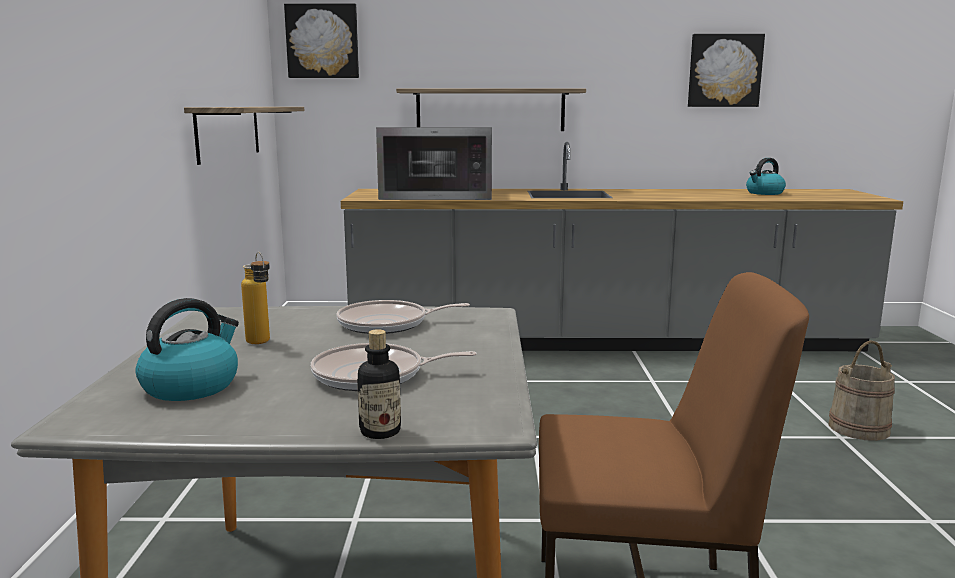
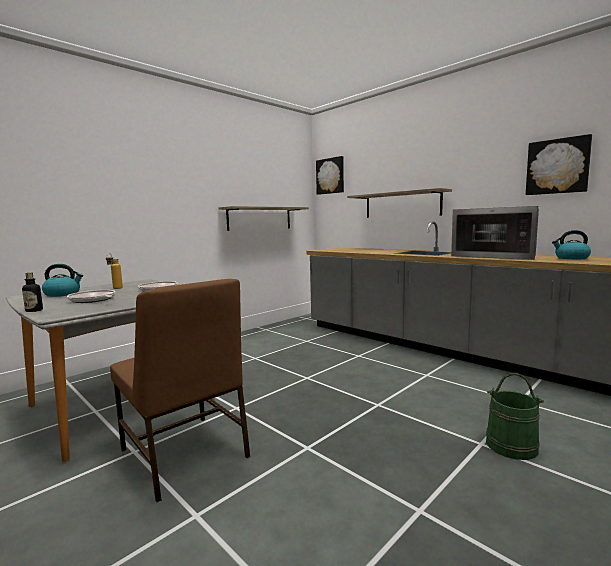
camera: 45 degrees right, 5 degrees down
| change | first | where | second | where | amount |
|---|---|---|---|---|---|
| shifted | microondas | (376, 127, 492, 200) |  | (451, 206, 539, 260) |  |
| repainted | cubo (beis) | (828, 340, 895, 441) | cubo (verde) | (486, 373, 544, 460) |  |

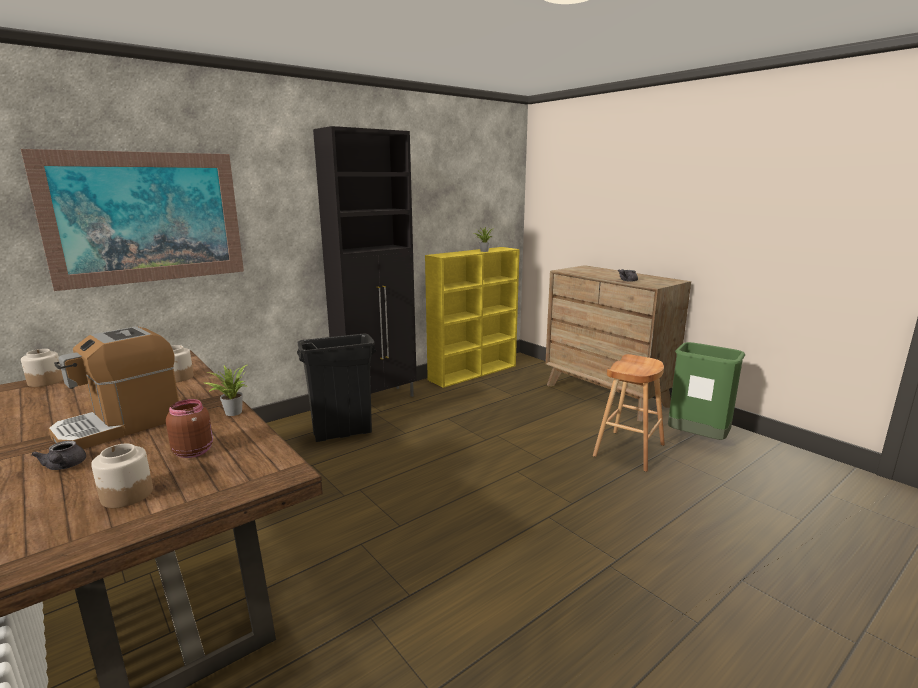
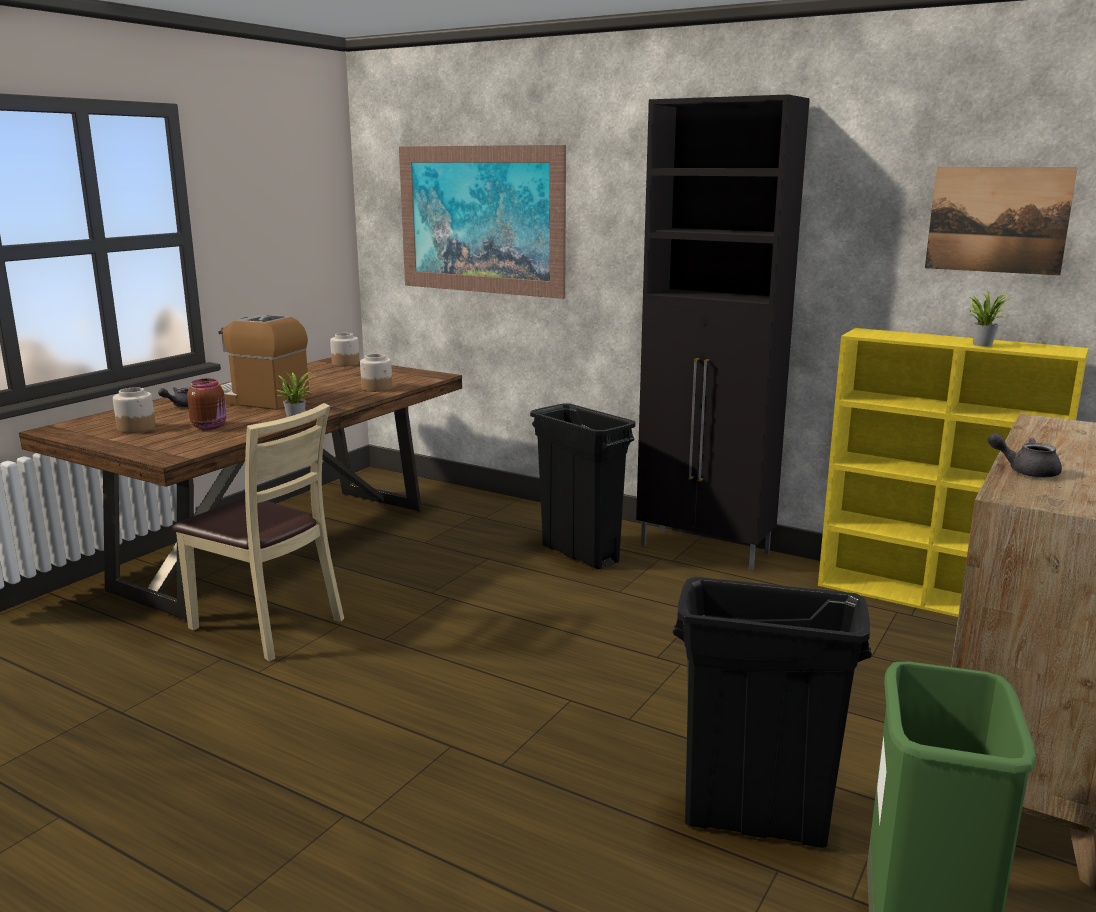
camera: 70 degrees right, 0 degrees up
| change | first | where | second | where | amount |
|---|---|---|---|---|---|
| new |  |  | silla (beis) | (172, 403, 344, 661) |  |
| new |  |  | cuadro | (925, 167, 1078, 276) |  |
| swapped | taburete (marrón) | (593, 354, 665, 472) | papelera (negro) | (673, 577, 872, 848) |  |

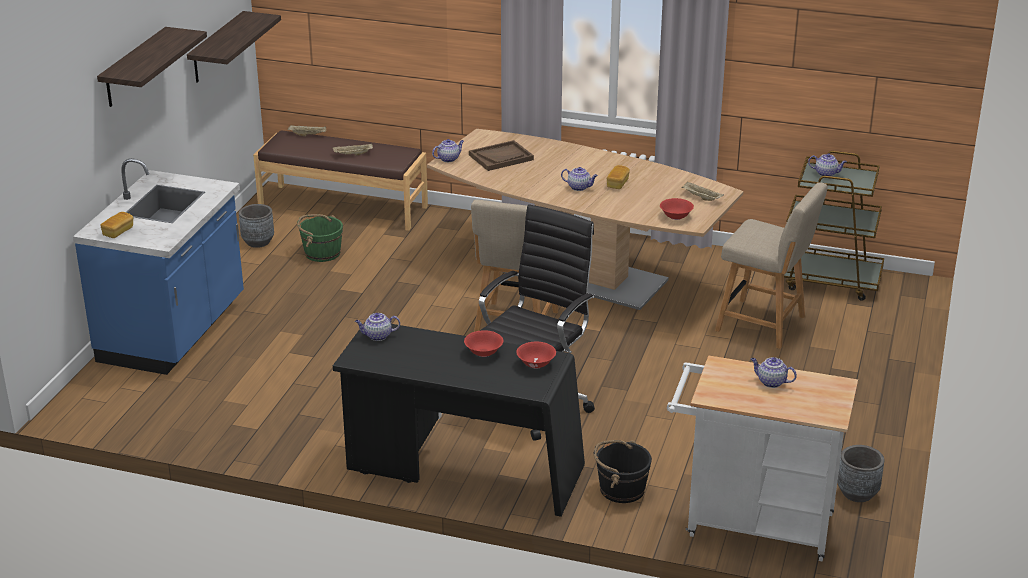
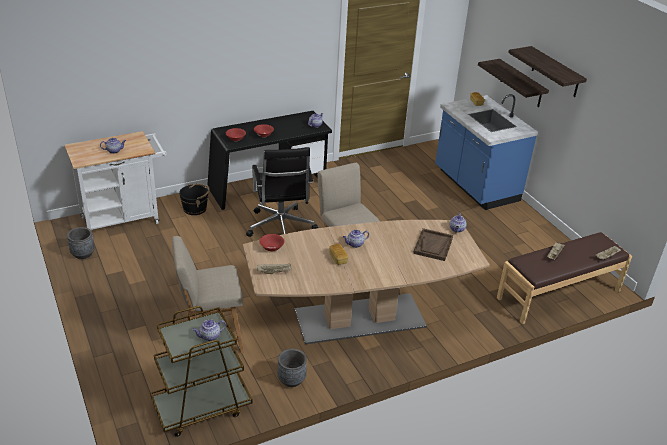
camera: 135 degrees right, 5 degrees up
| change | first | where | second | where | amount |
|---|---|---|---|---|---|
| gone | cubo (verde) | (297, 214, 343, 262) |  |  |  |
| shifted | estante | (187, 11, 281, 83) |  | (478, 59, 549, 107) |  |
| shifted | maceta (gris) | (239, 204, 274, 248) |  | (278, 349, 307, 387) |  |

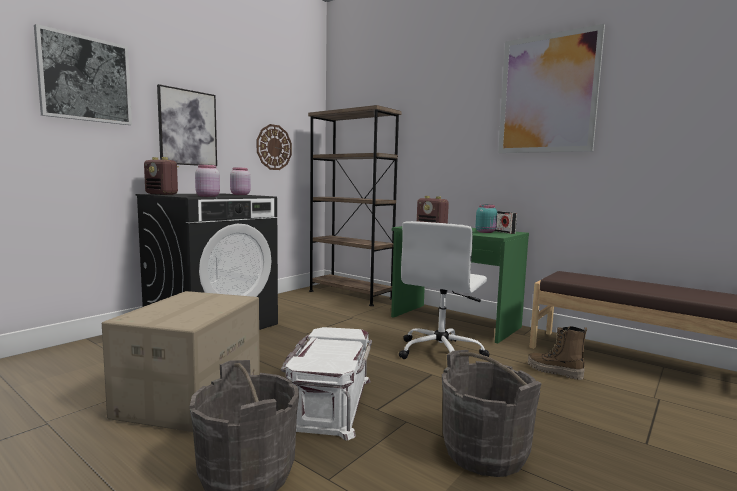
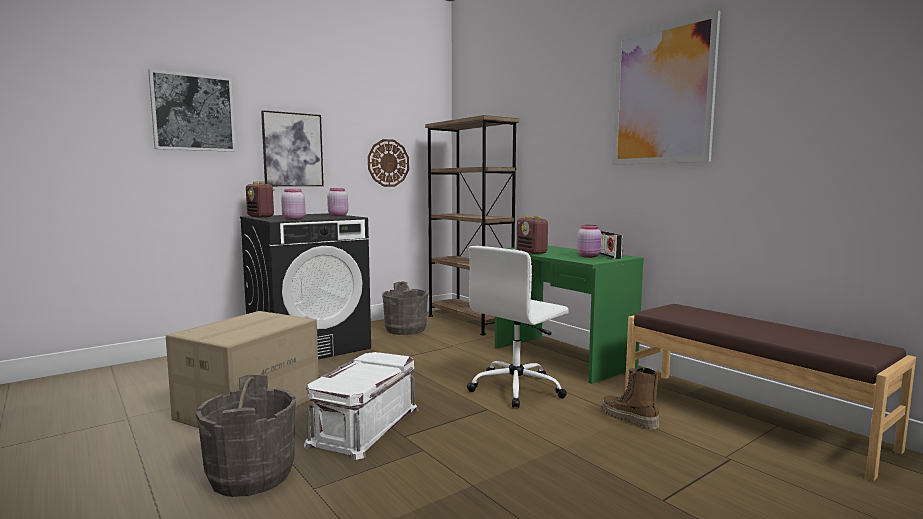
camera: 15 degrees right, 0 degrees up
| change | first | where | second | where | amount |
|---|---|---|---|---|---|
| shifted | cubo (gris) | (442, 350, 542, 477) |  | (382, 281, 428, 335) |  |
| repainted | tarro (turquesa) | (476, 204, 497, 233) | tarro (rosa) | (577, 225, 601, 258) |  |

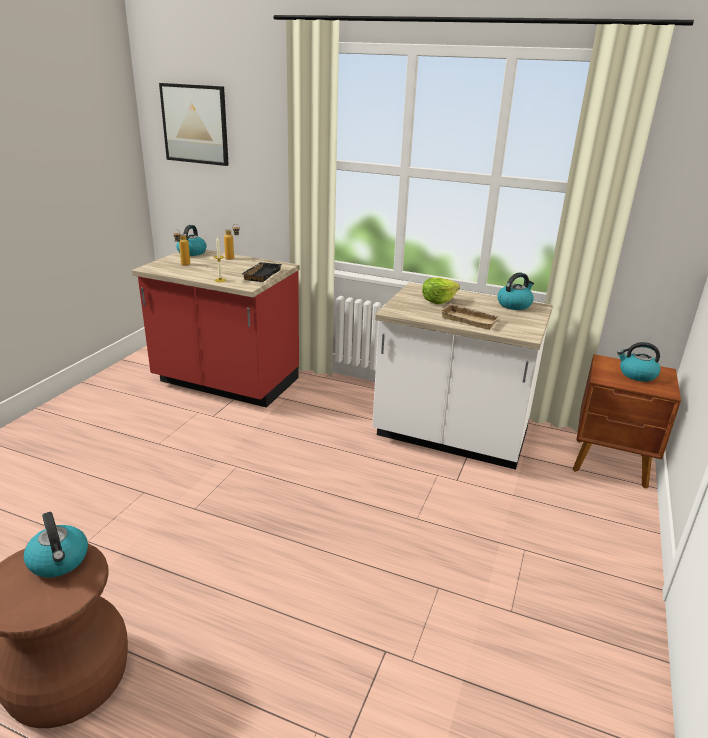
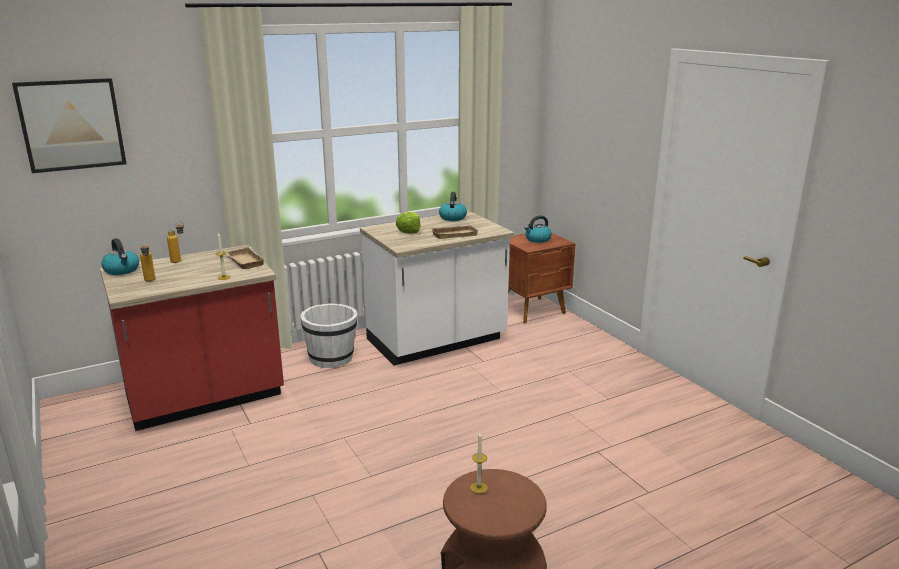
camera: 50 degrees left, 5 degrees down
| change | first | where | second | where | amount |
|---|---|---|---|---|---|
| new |  |  | cubo (blanco) | (300, 303, 358, 368) |  |
| swapped | hervidor | (24, 512, 88, 578) | vela | (470, 432, 488, 494) |  |
| repainted | bandeja (negro) | (242, 262, 282, 282) | bandeja (beis) | (227, 247, 266, 269) |  |

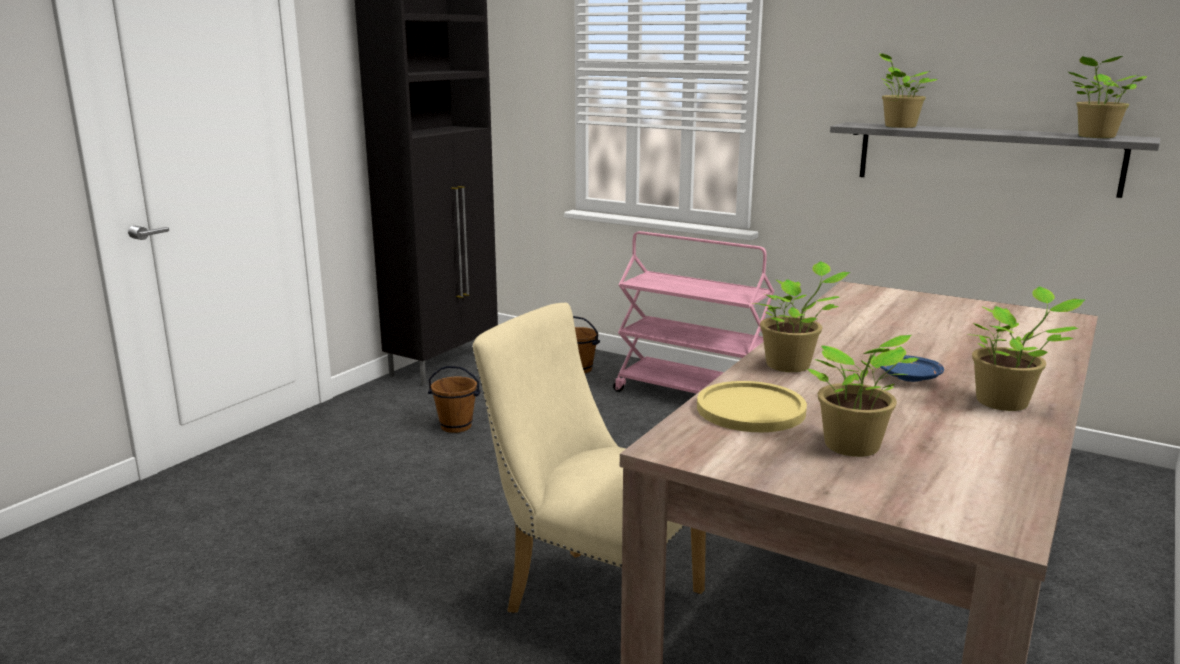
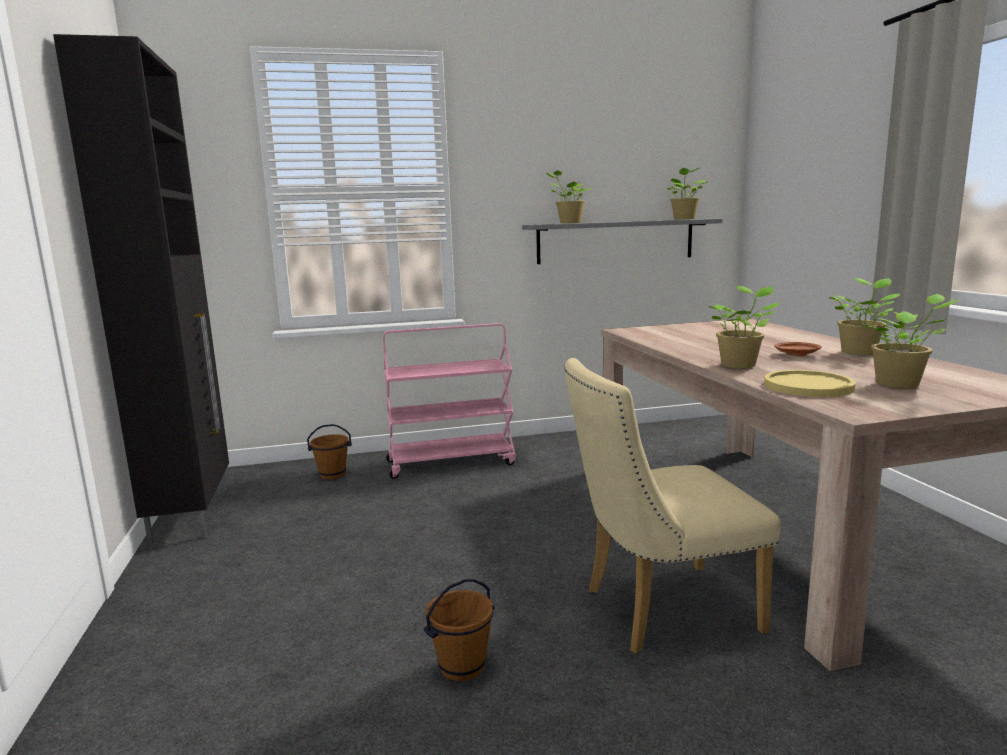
camera: 45 degrees left, 5 degrees down
| change | first | where | second | where | amount |
|---|---|---|---|---|---|
| shifted | cubo (marrón) | (428, 366, 481, 433) |  | (423, 579, 495, 682) |  |
| repainted | plato (azul) | (880, 355, 944, 382) | plato (marrón) | (774, 342, 822, 356) |  |

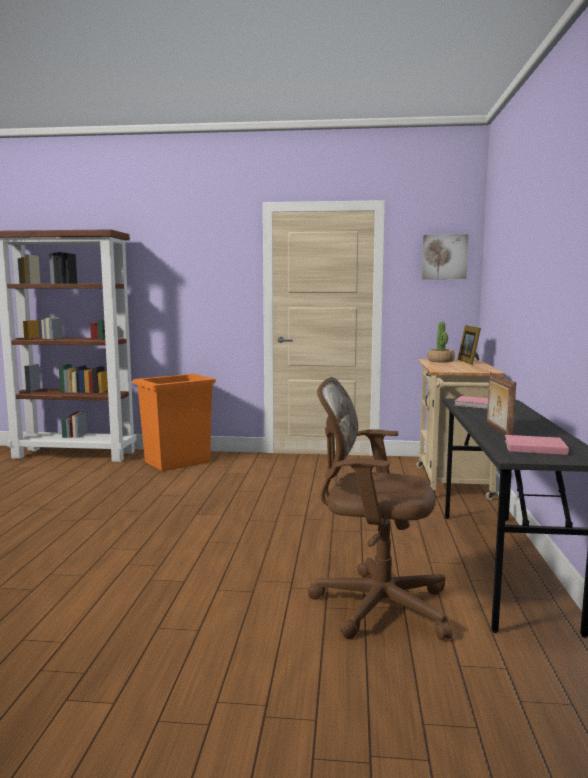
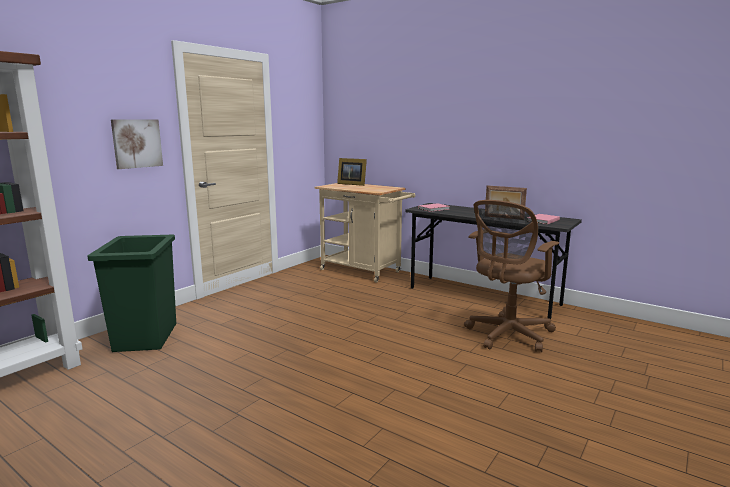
camera: 60 degrees left, 5 degrees up
| change | first | where | second | where | amount |
|---|---|---|---|---|---|
| gone | planta en maceta | (428, 321, 455, 363) |  |  |  |
| shifted | cuadro | (422, 234, 468, 279) |  | (111, 120, 163, 169) |  |
| repainted | papelera (naranja) | (133, 374, 216, 471) | papelera (verde) | (87, 235, 176, 352) |  |

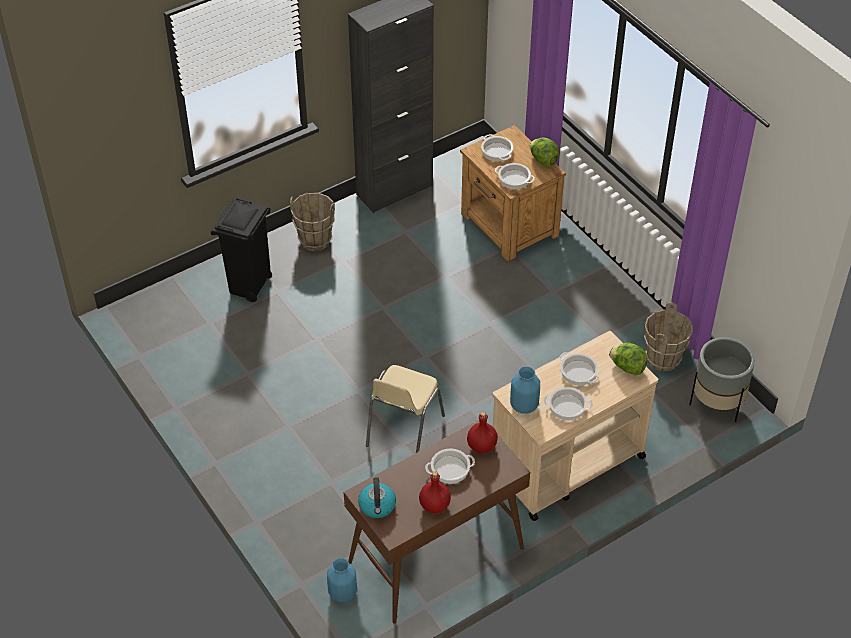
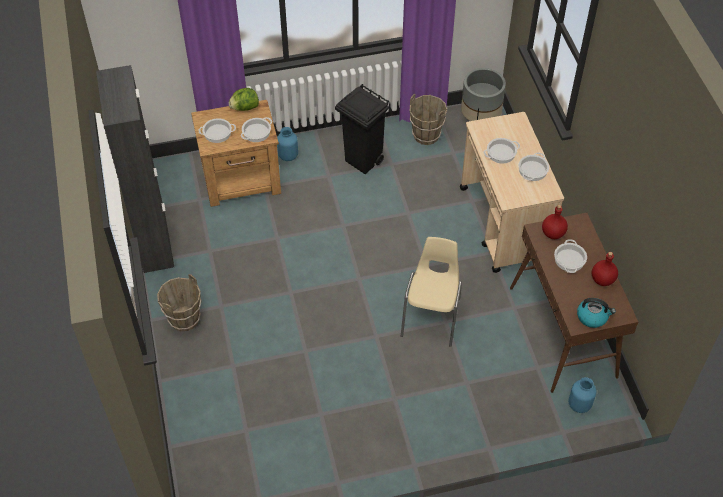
camera: 70 degrees left, 5 degrees up
| change | first | where | second | where | amount |
|---|---|---|---|---|---|
| gone | lechuga | (609, 343, 648, 375) |  |  |  |
| shifted | papelera (negro) | (211, 198, 272, 302) |  | (335, 84, 389, 174) |  |
| shifted | florero (azul) | (510, 366, 540, 414) |  | (277, 127, 298, 161) |  |
| rotated | silla (beis) | (366, 365, 445, 453) |  | (401, 237, 462, 347) | 120 degrees counterclockwise |

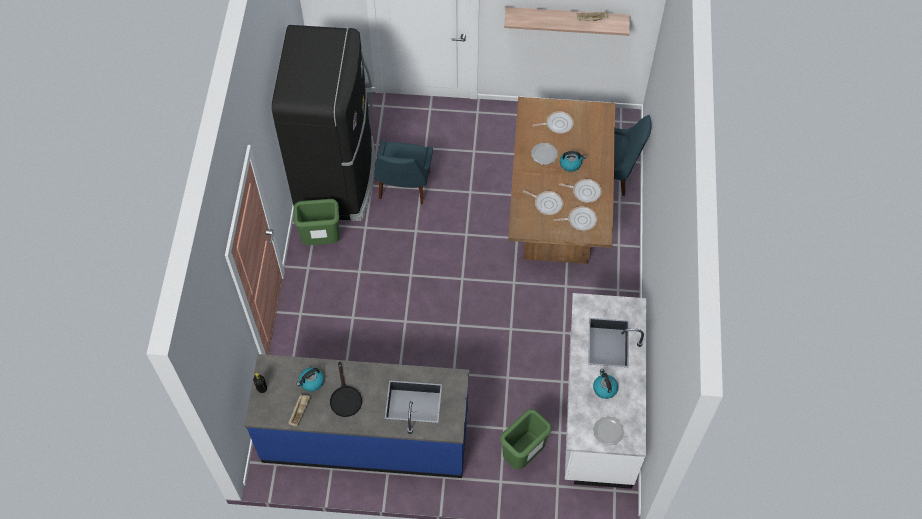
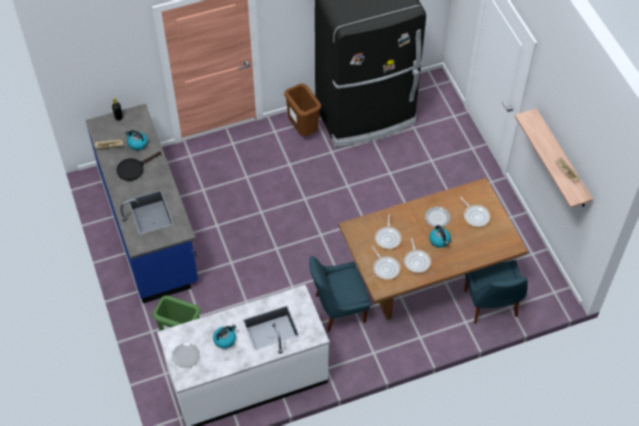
camera: 65 degrees right, 5 degrees down
| change | first | where | second | where | amount |
|---|---|---|---|---|---|
| shifted | silla (azul) | (374, 141, 433, 205) |  | (309, 256, 370, 332) |  |
| repainted | papelera (verde) | (293, 199, 340, 245) | papelera (marrón) | (284, 84, 321, 136) |  |

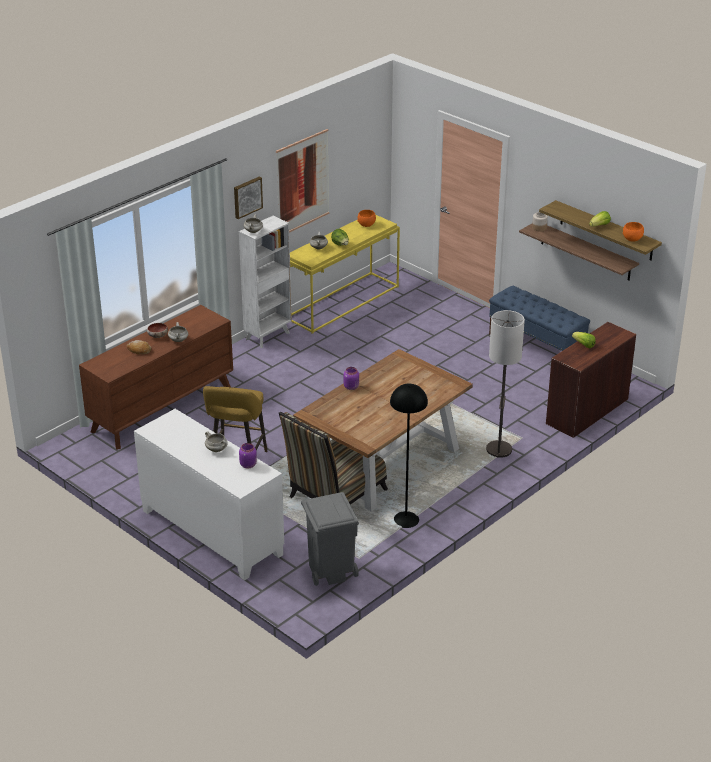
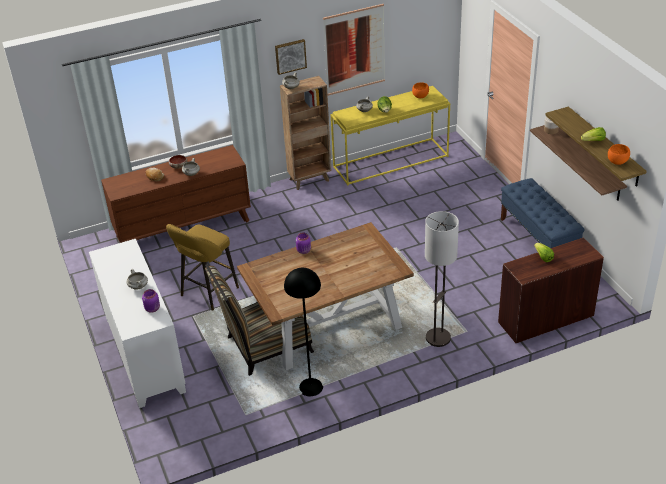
camera: 25 degrees right, 5 degrees up
| change | first | where | second | where | amount |
|---|---|---|---|---|---|
| gone | papelera (gris) | (301, 492, 359, 586) |  |  |  |
| repainted | estantería (blanco) | (239, 216, 292, 348) | estantería (marrón) | (280, 76, 331, 190) |  |

